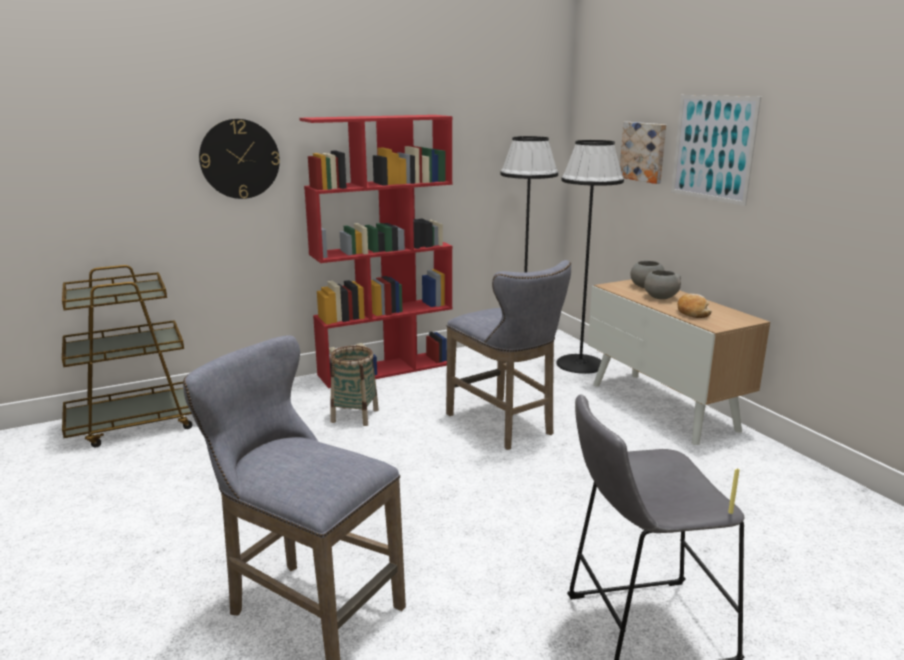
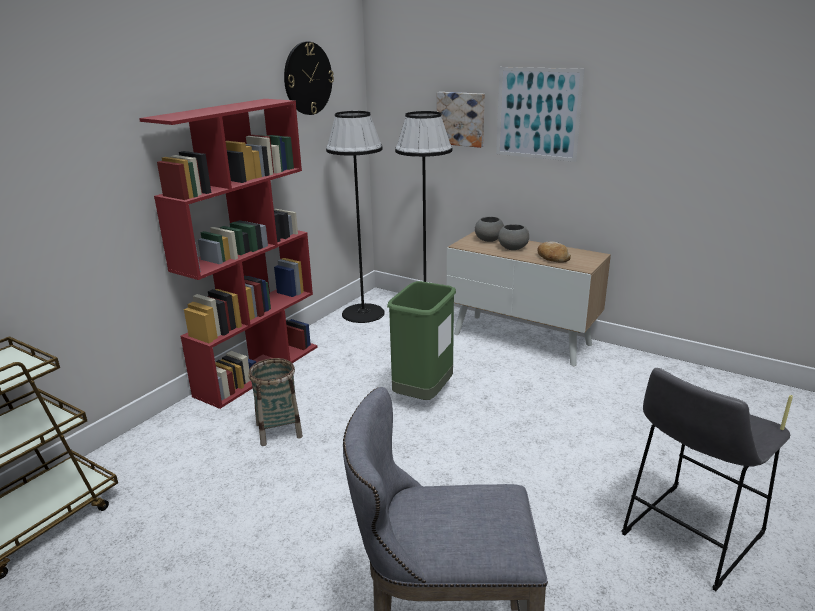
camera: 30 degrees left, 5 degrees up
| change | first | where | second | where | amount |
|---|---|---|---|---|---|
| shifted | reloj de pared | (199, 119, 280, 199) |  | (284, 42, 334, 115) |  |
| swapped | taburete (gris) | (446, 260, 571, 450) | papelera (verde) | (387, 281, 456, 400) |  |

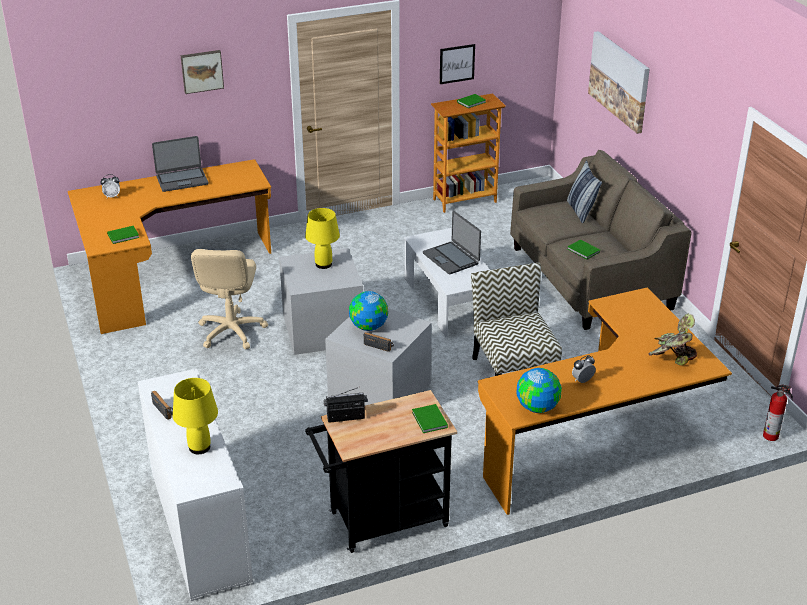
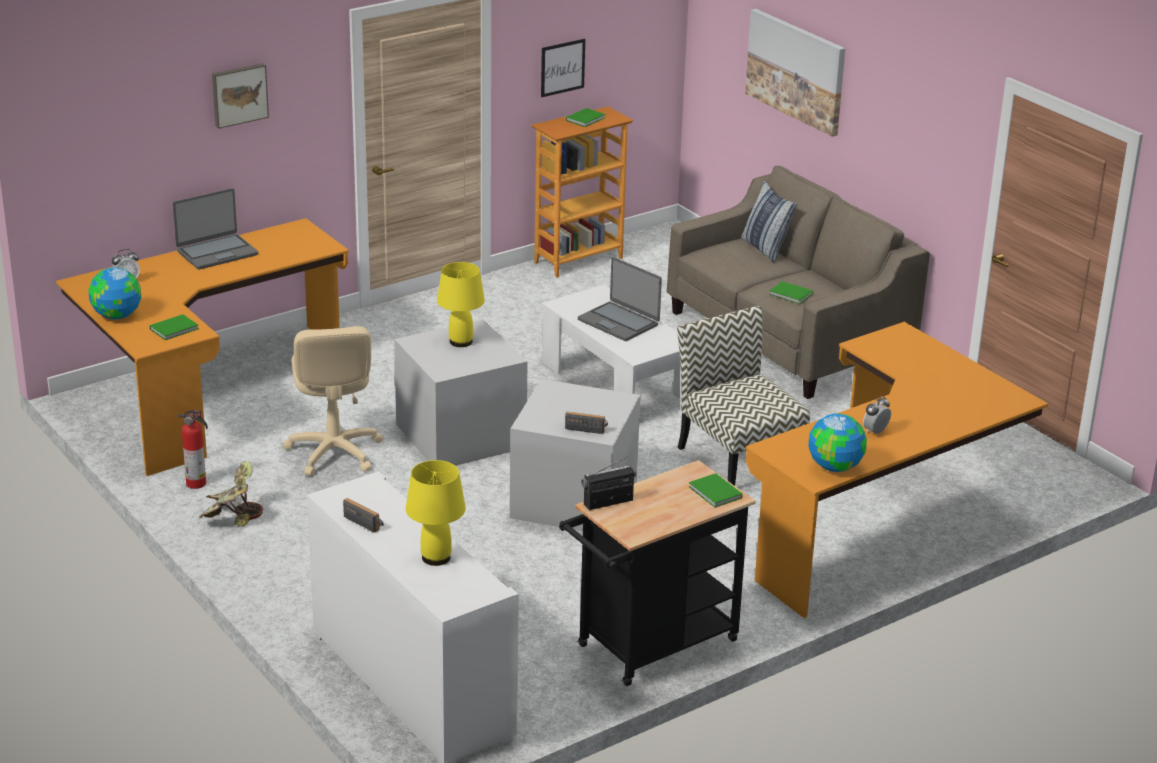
camera: 15 degrees left, 5 degrees down
| change | first | where | second | where | amount |
|---|---|---|---|---|---|
| shifted | globo terráqueo | (349, 291, 388, 331) |  | (88, 267, 141, 319) |  |
| shifted | planta en maceta | (649, 314, 697, 366) |  | (199, 461, 263, 526) |  |
| shifted | extintor | (763, 385, 793, 441) |  | (178, 410, 208, 489) |  |

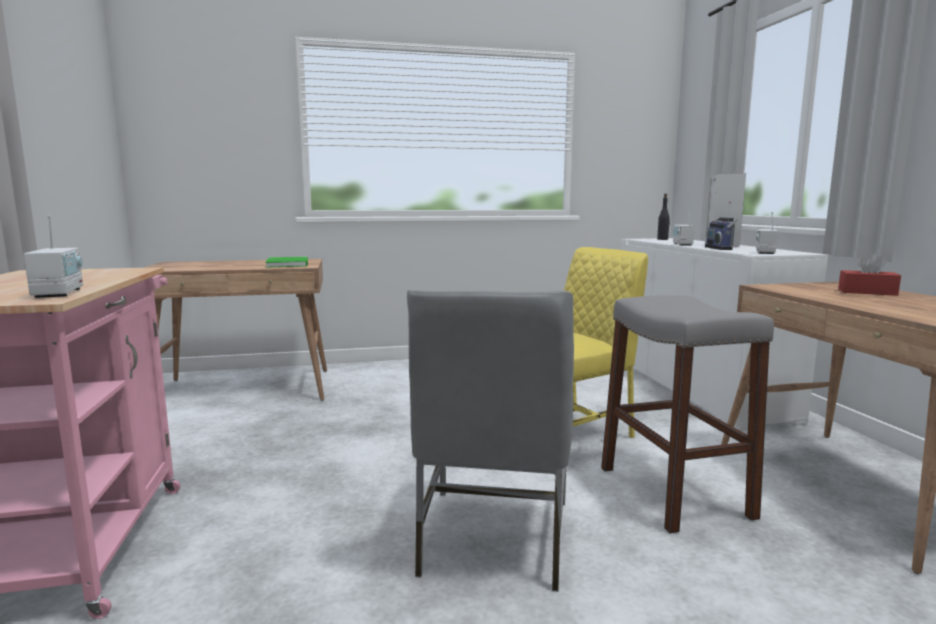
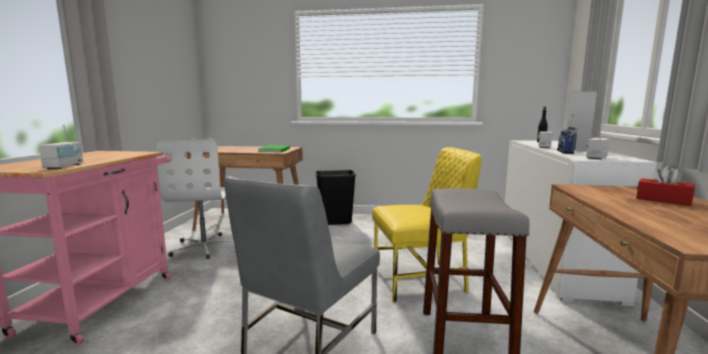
camera: 20 degrees right, 0 degrees up
| change | first | where | second | where | amount |
|---|---|---|---|---|---|
| new |  |  | silla de oficina (blanco) | (156, 139, 234, 259) |  |
| new |  |  | papelera (negro) | (315, 170, 356, 225) |  |

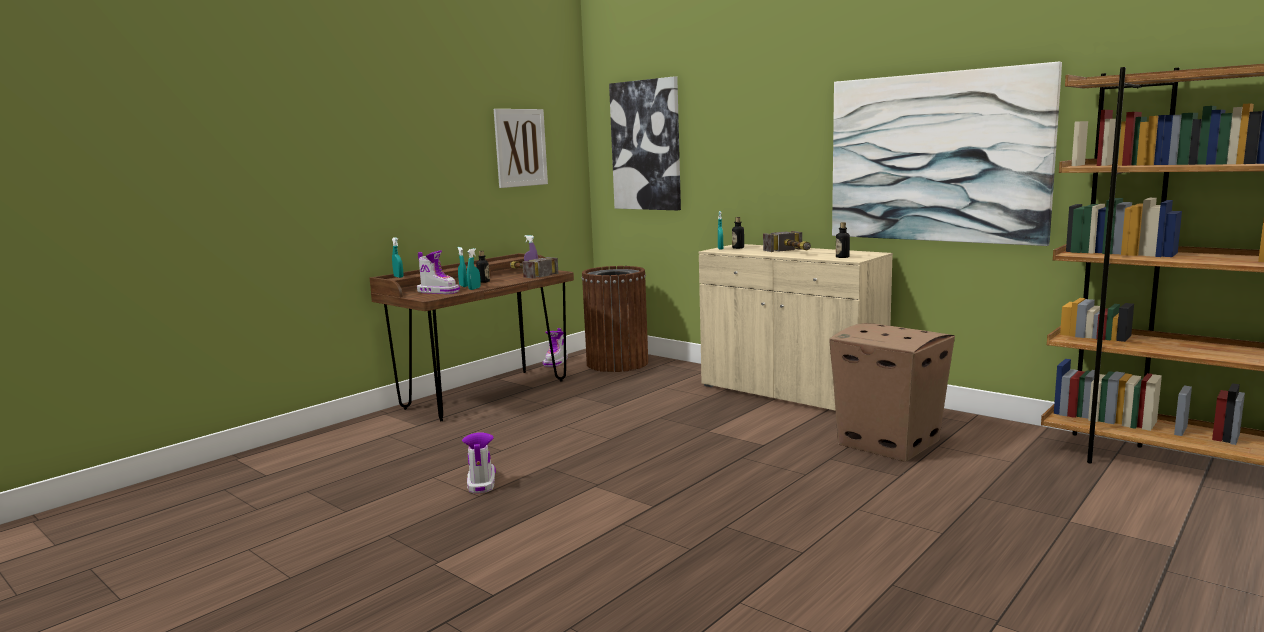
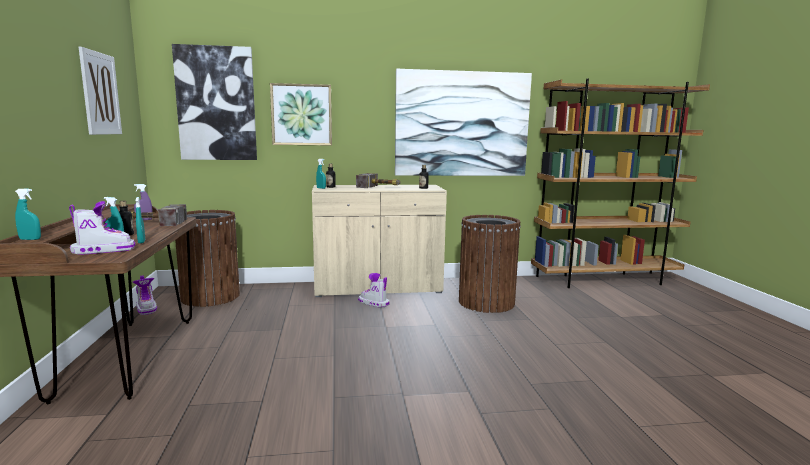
camera: 50 degrees left, 0 degrees up
| change | first | where | second | where | amount |
|---|---|---|---|---|---|
| new |  |  | cuadro | (270, 83, 332, 145) |  |
| shifted | bota | (462, 433, 496, 493) |  | (358, 273, 390, 308) |  |
| swapped | caja de cartón | (829, 323, 955, 462) | papelera (marrón) | (459, 215, 521, 313) |  |

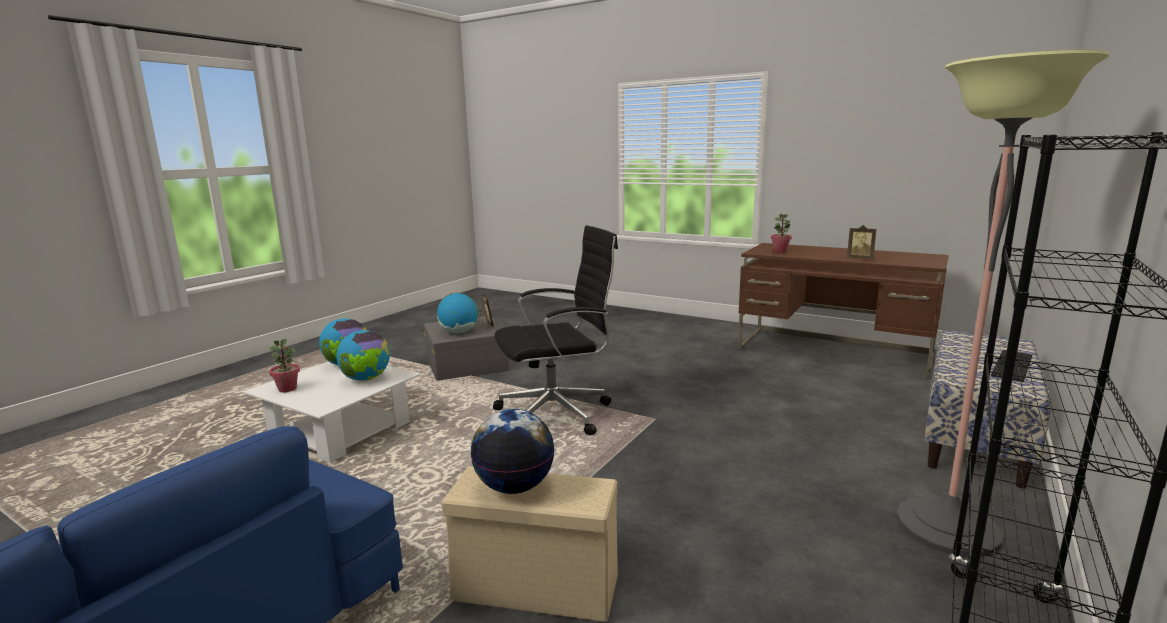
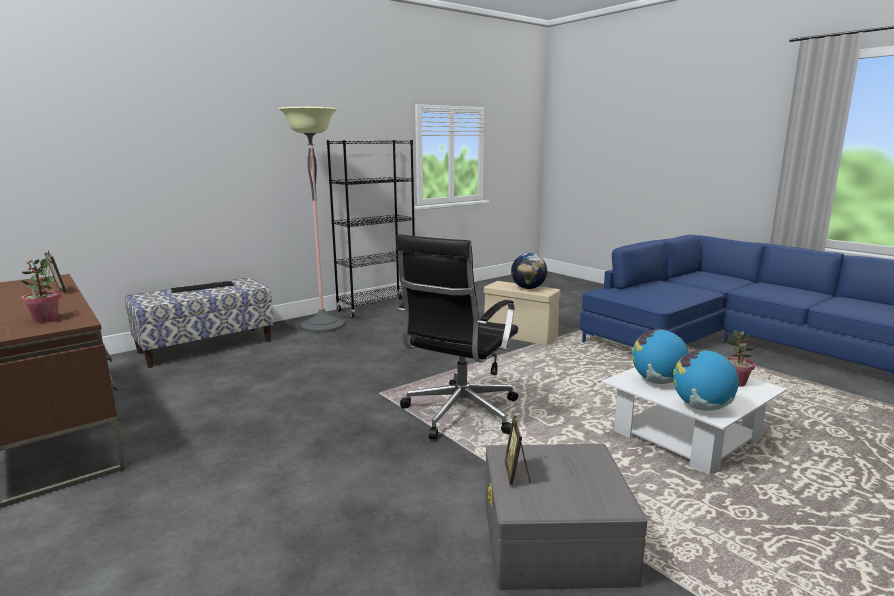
camera: 160 degrees left, 0 degrees up
| change | first | where | second | where | amount |
|---|---|---|---|---|---|
| gone | globo terráqueo | (437, 293, 478, 333) |  |  |  |
| rotated | silla de oficina (negro) | (493, 225, 618, 435) |  | (396, 234, 518, 440) | 60 degrees counterclockwise |

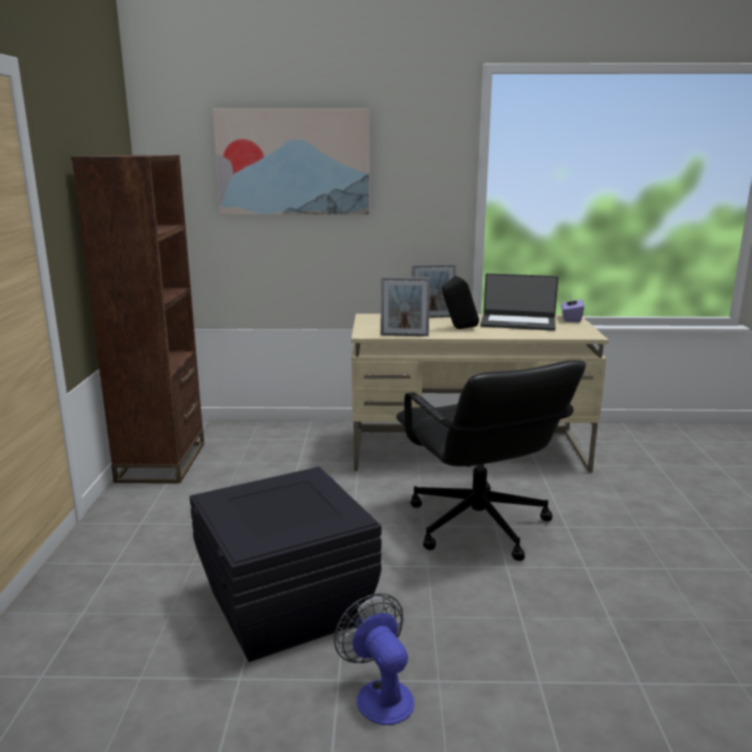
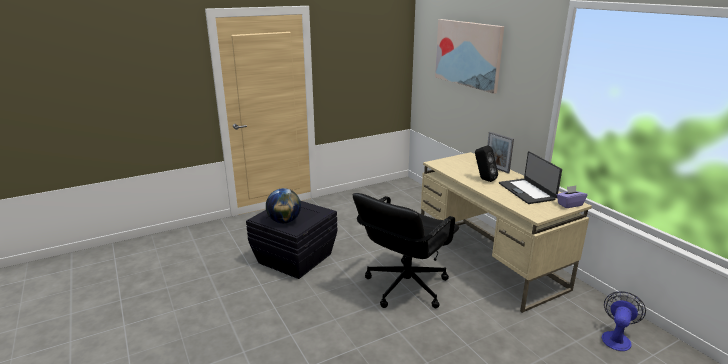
camera: 60 degrees right, 5 degrees up
| change | first | where | second | where | amount |
|---|---|---|---|---|---|
| gone | estantería (marrón) | (71, 155, 204, 483) |  |  |  |
| gone | portarretratos | (381, 277, 430, 336) |  |  |  |
| new |  |  | globo terráqueo | (266, 188, 301, 223) |  |
| shifted | ventilador | (334, 593, 414, 725) |  | (602, 291, 646, 351) |  |

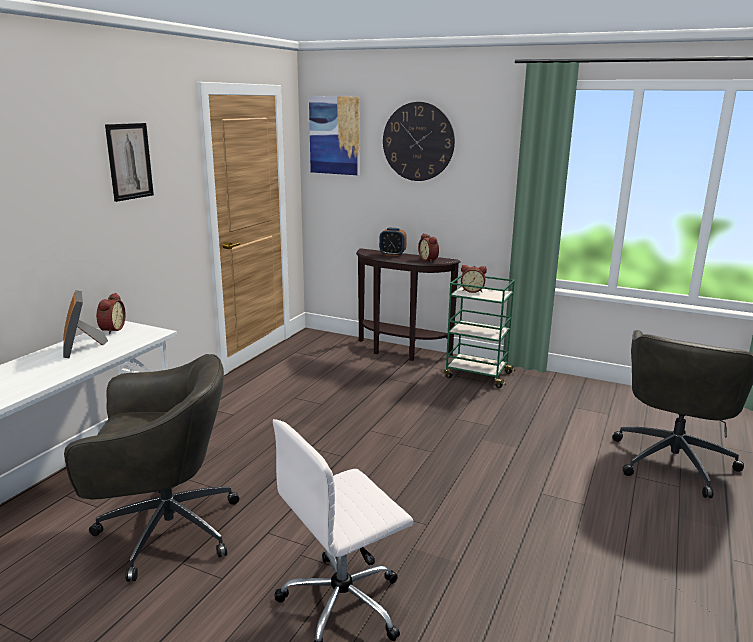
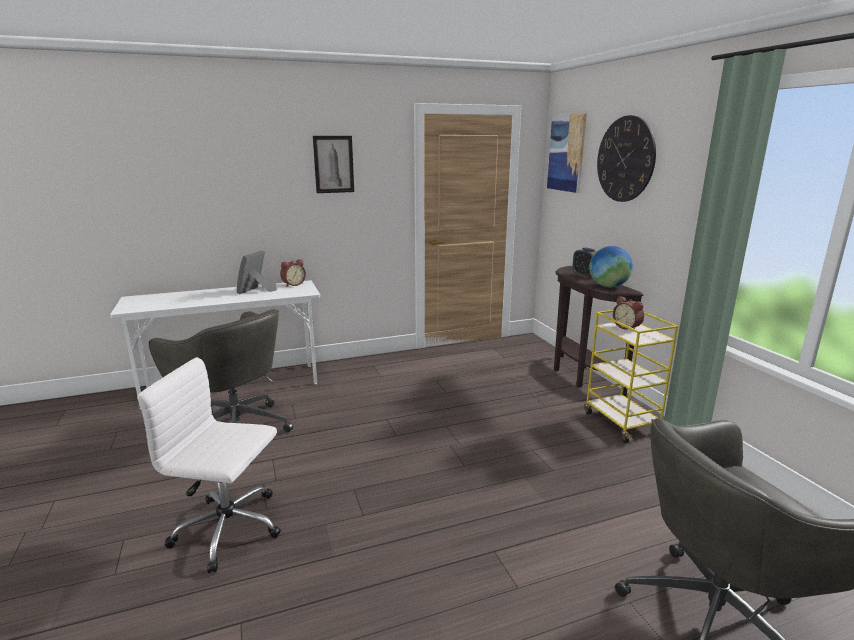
camera: 45 degrees right, 0 degrees up
| change | first | where | second | where | amount |
|---|---|---|---|---|---|
| swapped | despertador | (418, 233, 439, 262) | globo terráqueo | (589, 246, 633, 287) |  |
| repainted | carrito (verde) | (444, 275, 515, 388) | carrito (amarillo) | (584, 310, 678, 443) |  |

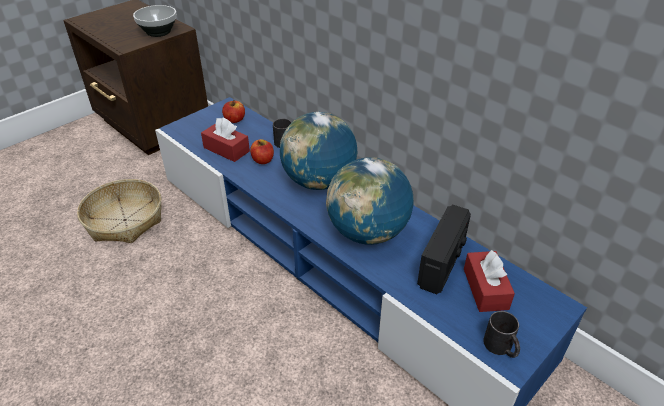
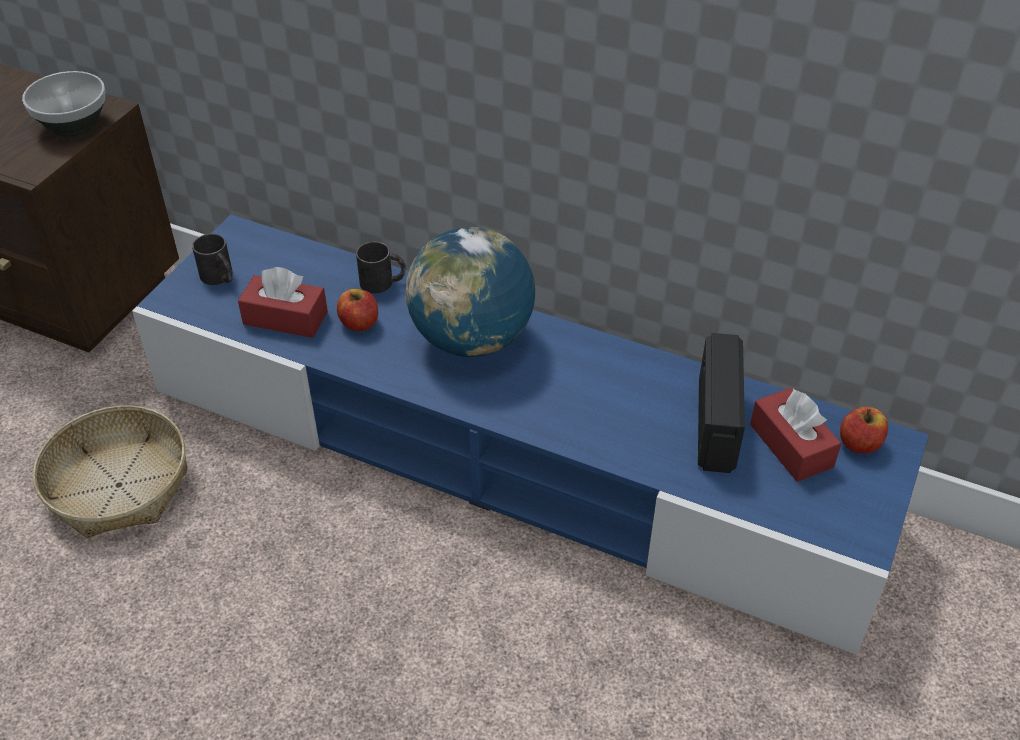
camera: 20 degrees left, 5 degrees up
| change | first | where | second | where | amount |
|---|---|---|---|---|---|
| gone | globo terráqueo | (326, 157, 414, 245) |  |  |  |
| shifted | manzana | (222, 100, 245, 123) |  | (840, 407, 888, 454) |  |
| shifted | taza grande (negro) | (483, 311, 520, 358) |  | (192, 234, 233, 285) |  |

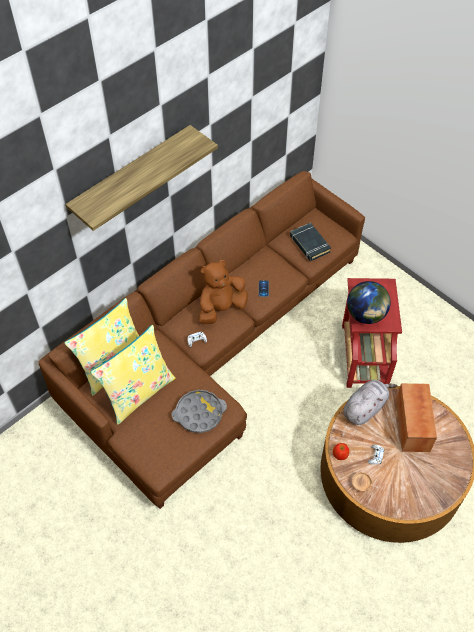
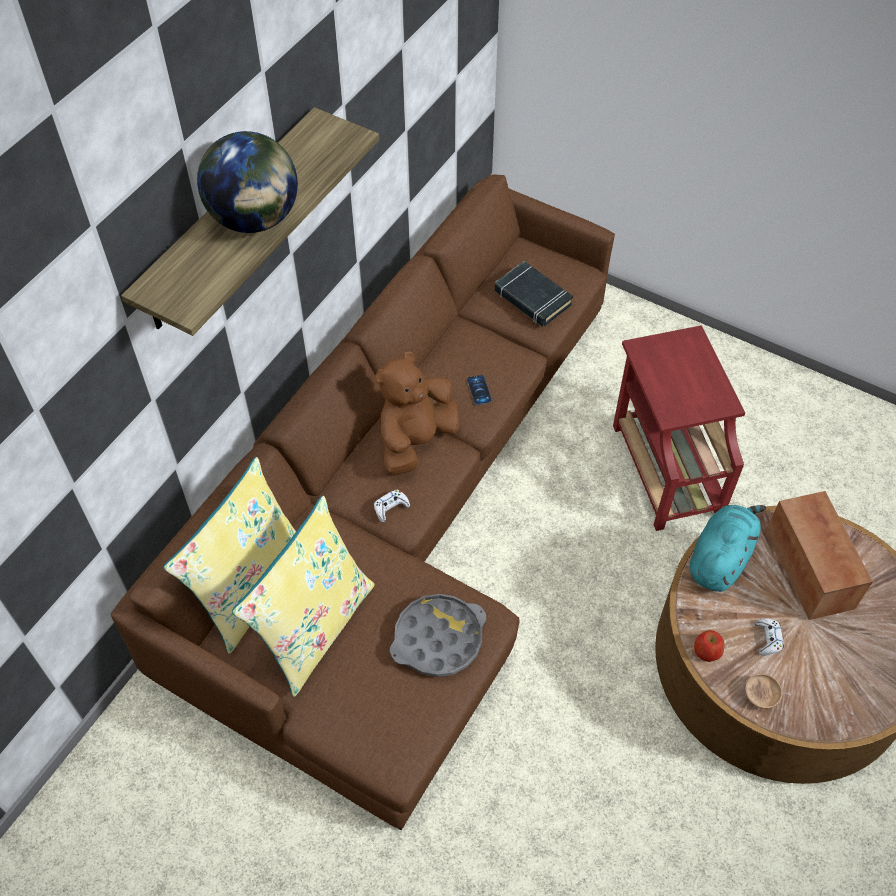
camera: 15 degrees left, 0 degrees up
| change | first | where | second | where | amount |
|---|---|---|---|---|---|
| shifted | globo terráqueo | (347, 281, 391, 324) |  | (197, 131, 298, 233) |  |
| repainted | peluche (gris) | (344, 380, 397, 425) | peluche (turquesa) | (690, 505, 766, 592) |  |

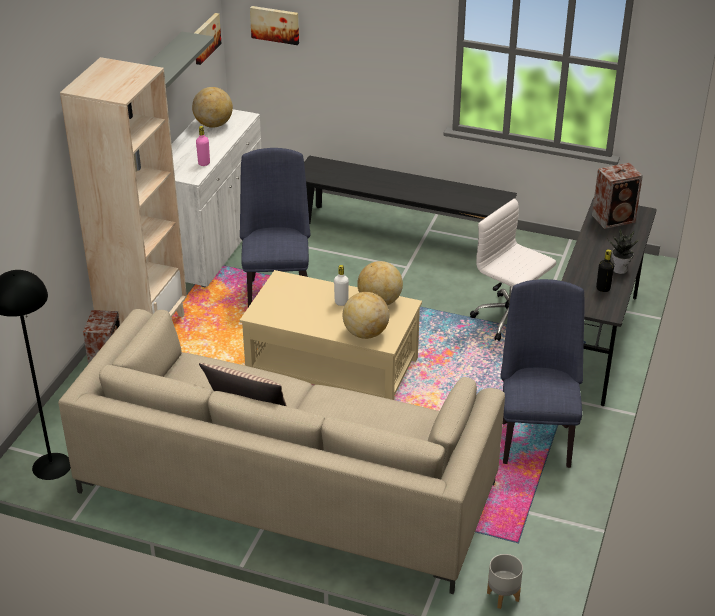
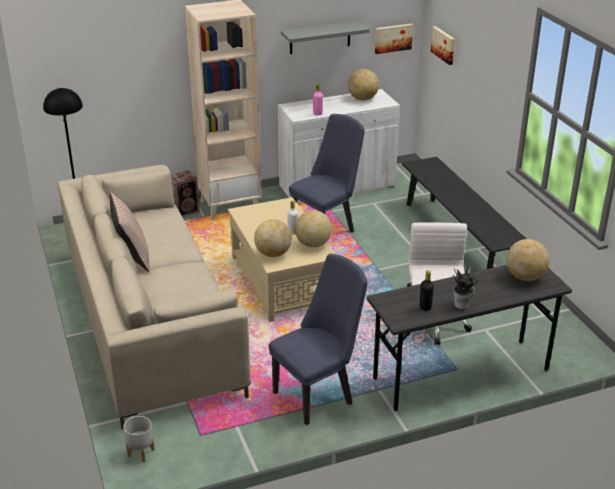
camera: 50 degrees right, 5 degrees down
| change | first | where | second | where | amount |
|---|---|---|---|---|---|
| swapped | altavoz | (592, 163, 643, 229) | globo terráqueo | (506, 239, 550, 281) |  |

